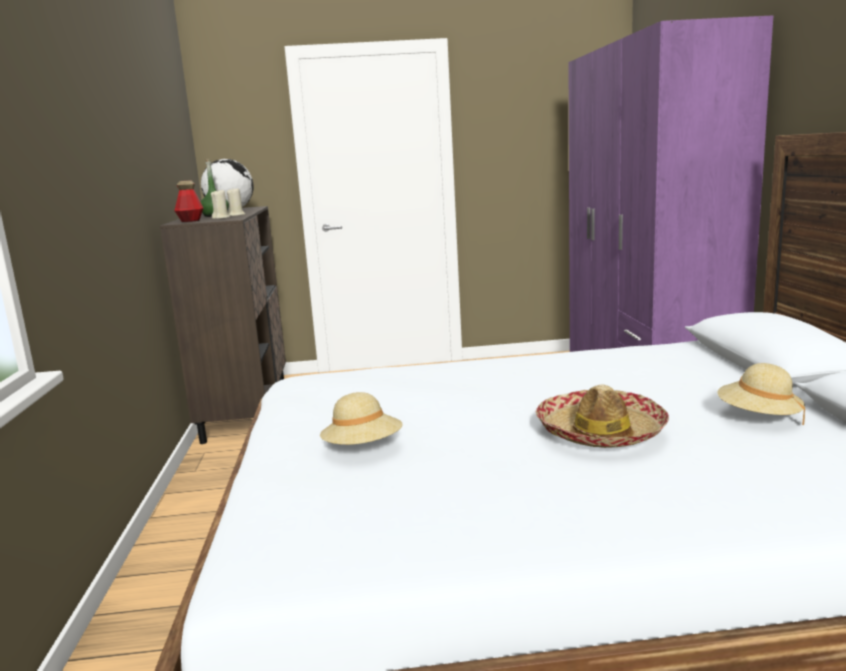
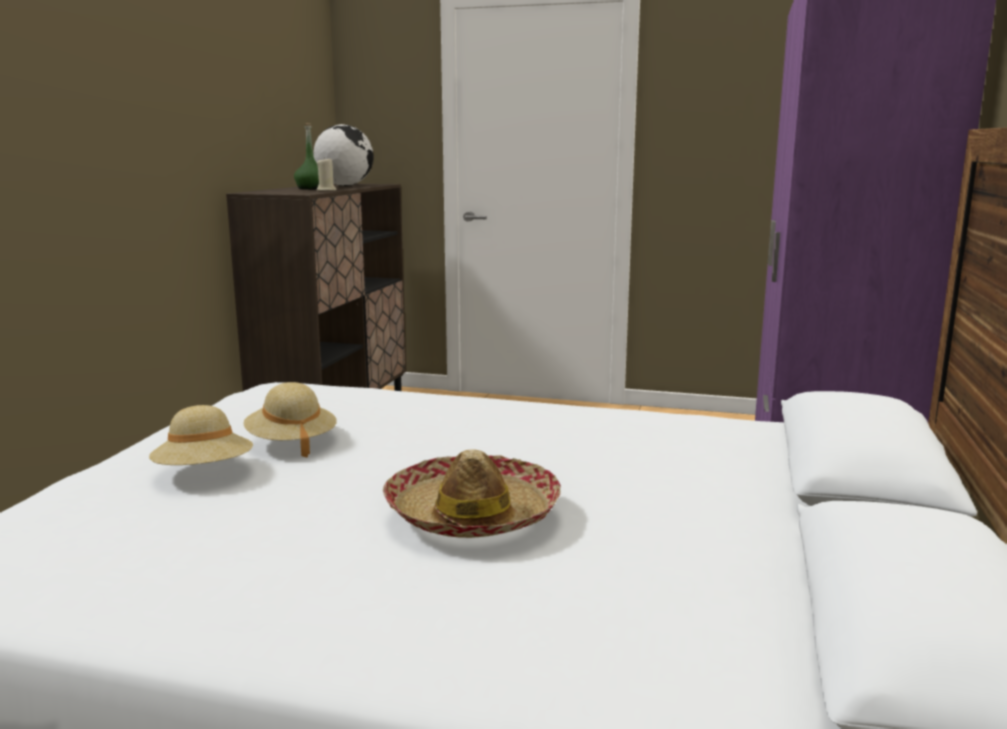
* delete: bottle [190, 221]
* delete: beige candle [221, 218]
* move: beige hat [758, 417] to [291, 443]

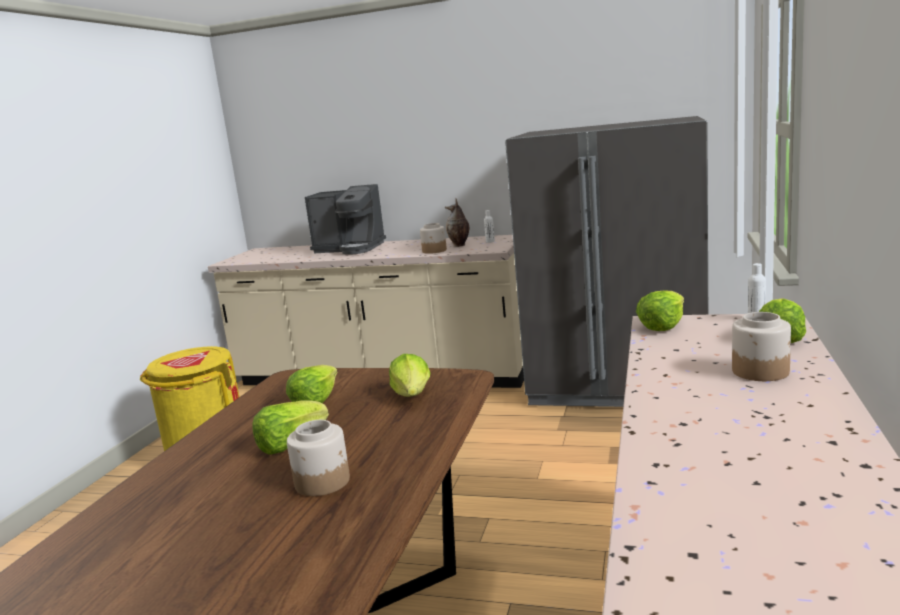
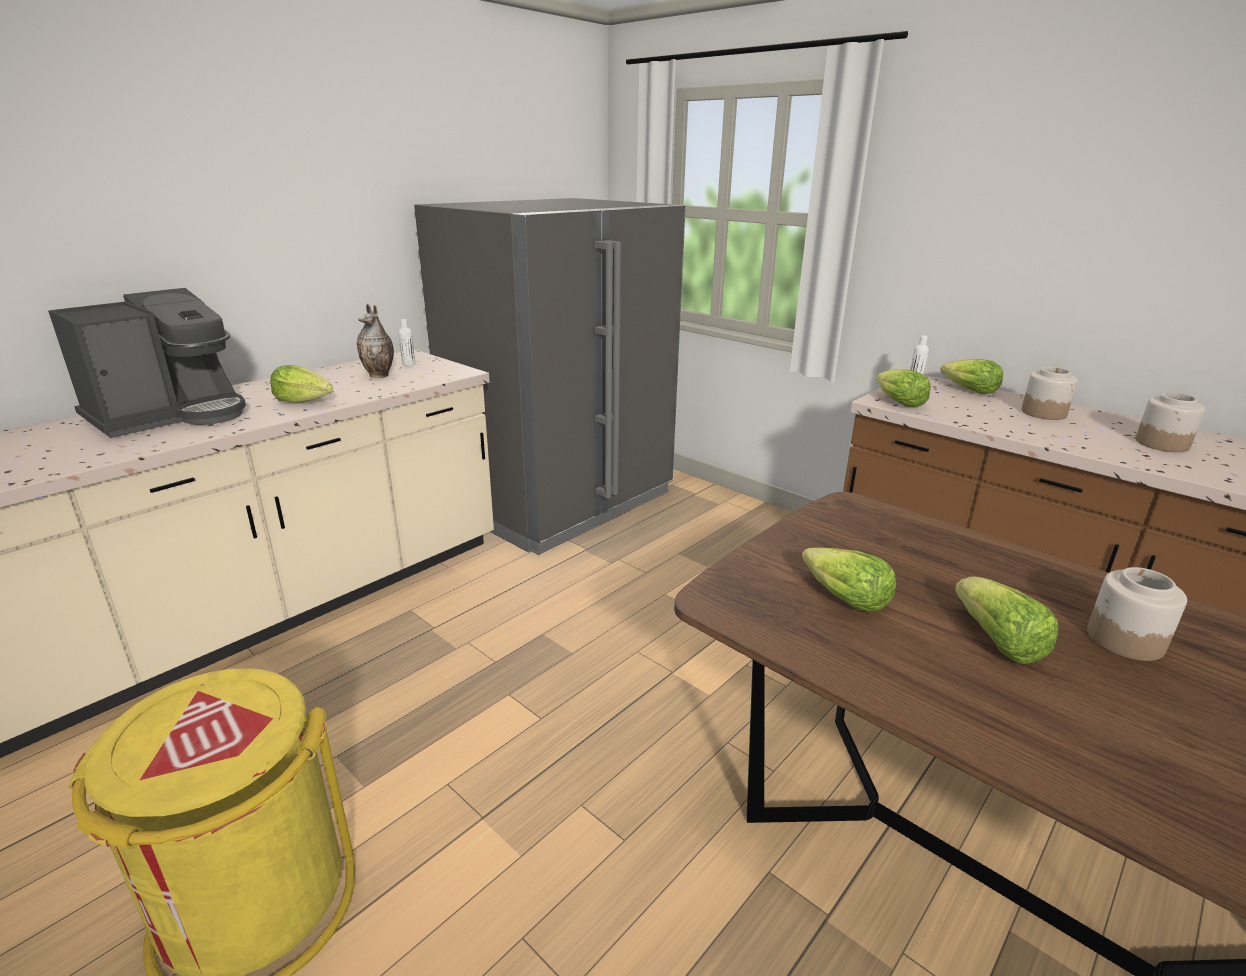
* move: jar [434, 251] to [1162, 444]
* move: lettuce [412, 395] to [304, 401]

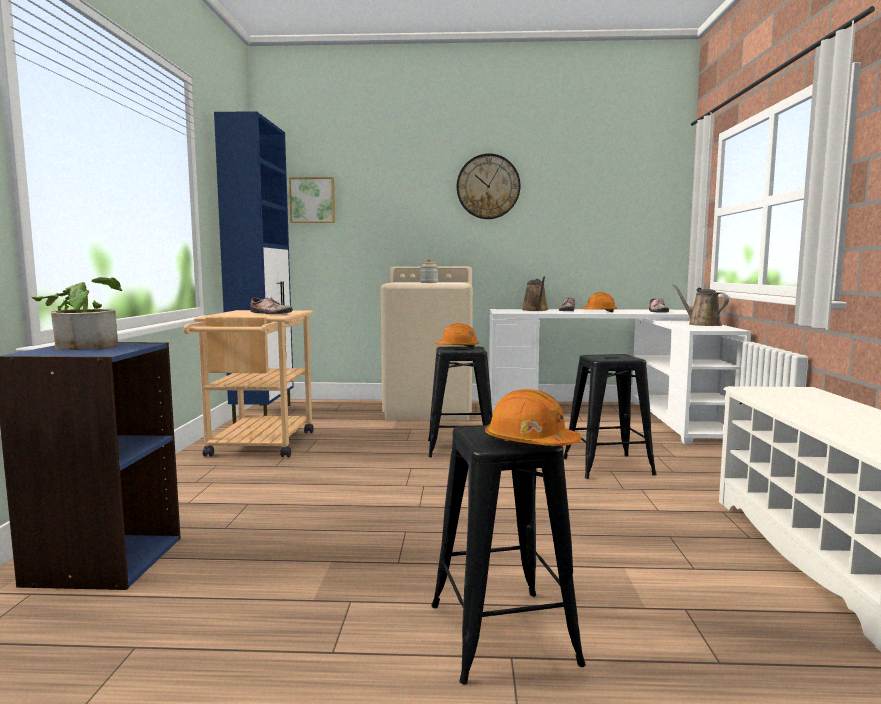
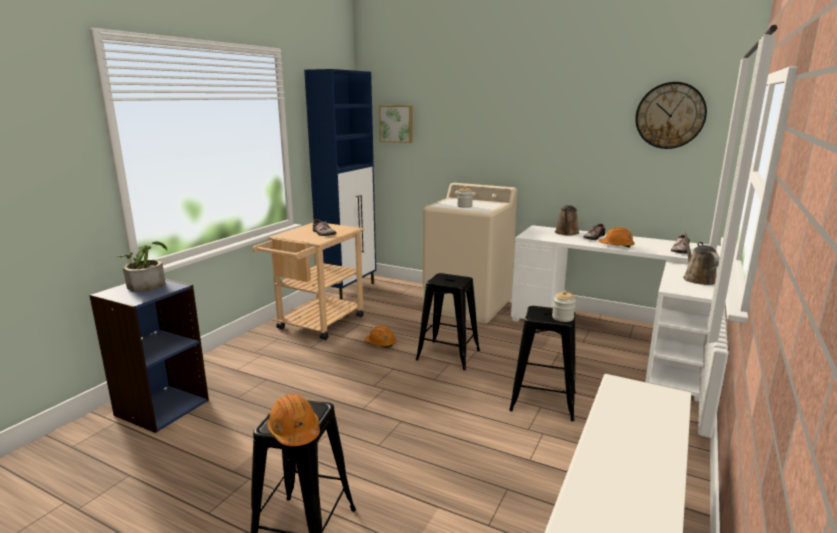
* move: wall clock [488, 186] to [670, 115]
* move: orange hard hat [457, 348] to [380, 343]
* insert: jar [562, 318]

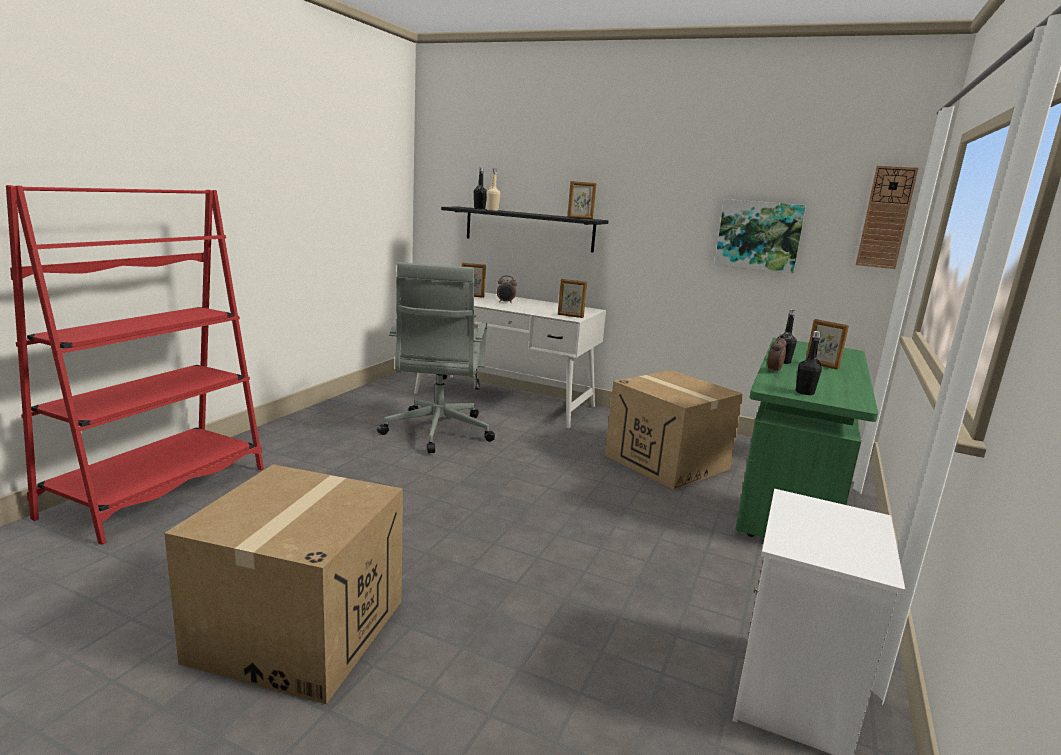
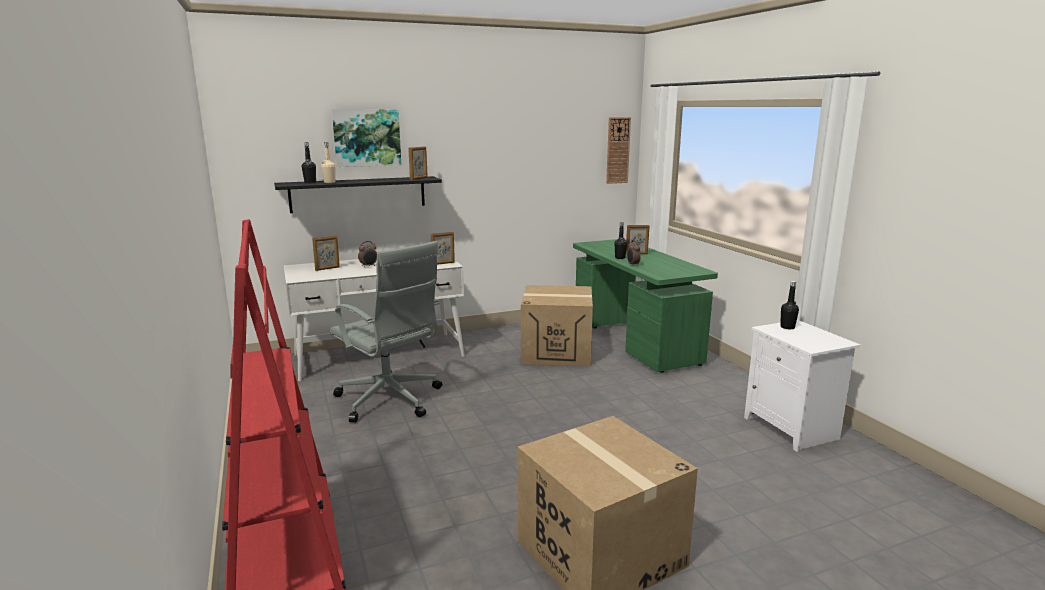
* move: picture [759, 235] to [367, 137]
* move: black bottle [804, 392] to [787, 327]

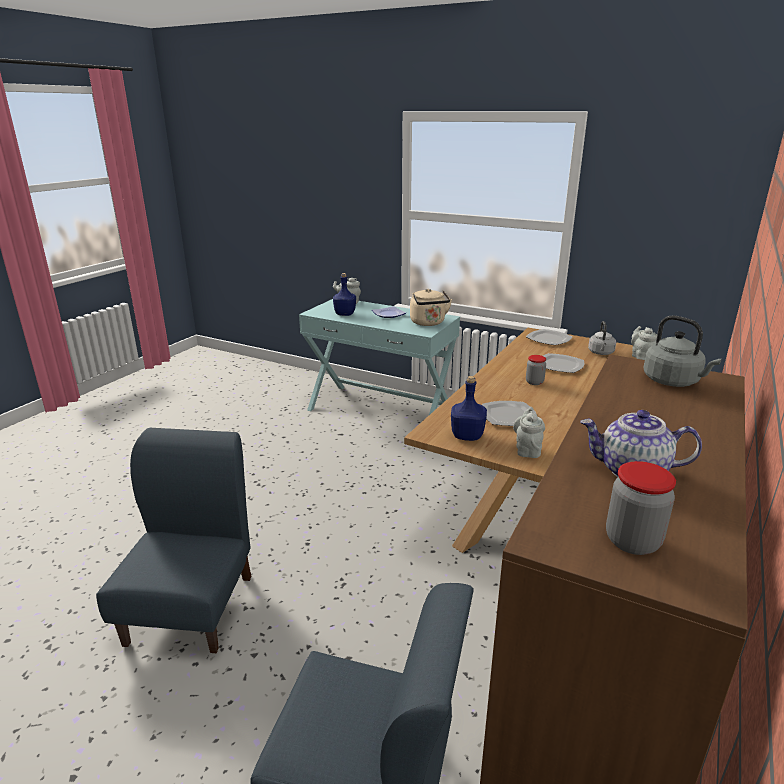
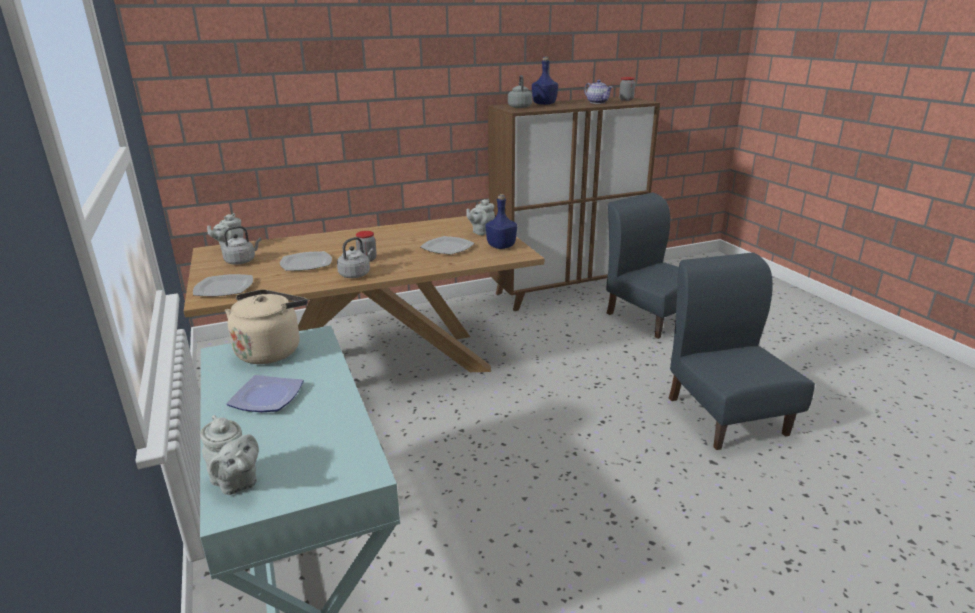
* move: blue bottle [345, 314] to [544, 104]
* rotate: blue chair [192, 608] = [726, 415] 120 degrees clockwise
* insert: grey kettle [356, 274]

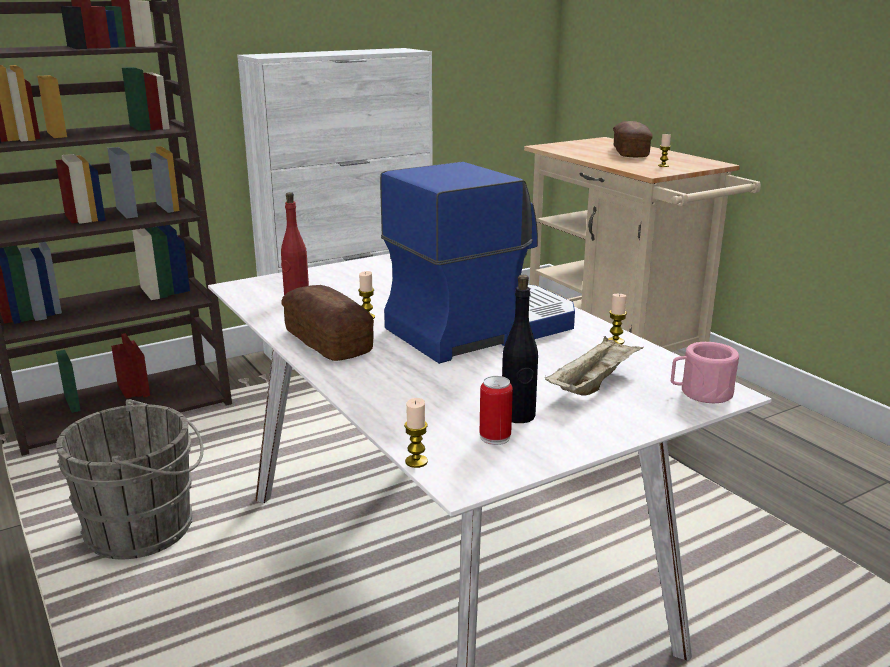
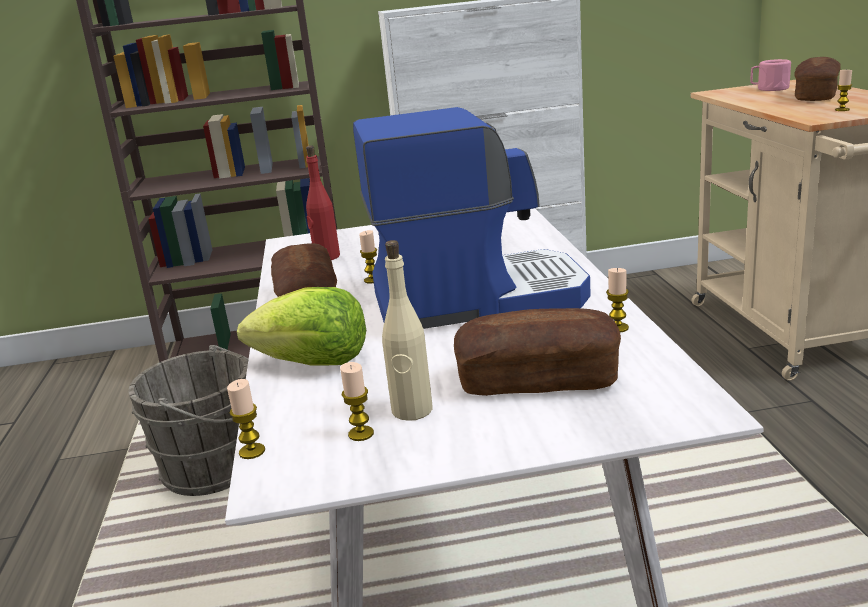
* recolor: black bottle [518, 416] to beige bottle [412, 411]
* replace: beige tray [593, 384] to bread [538, 380]
* move: pink mug [700, 393] to [769, 89]
* replace: can [495, 437] to candle [361, 434]
* insert: lettuce [313, 363]

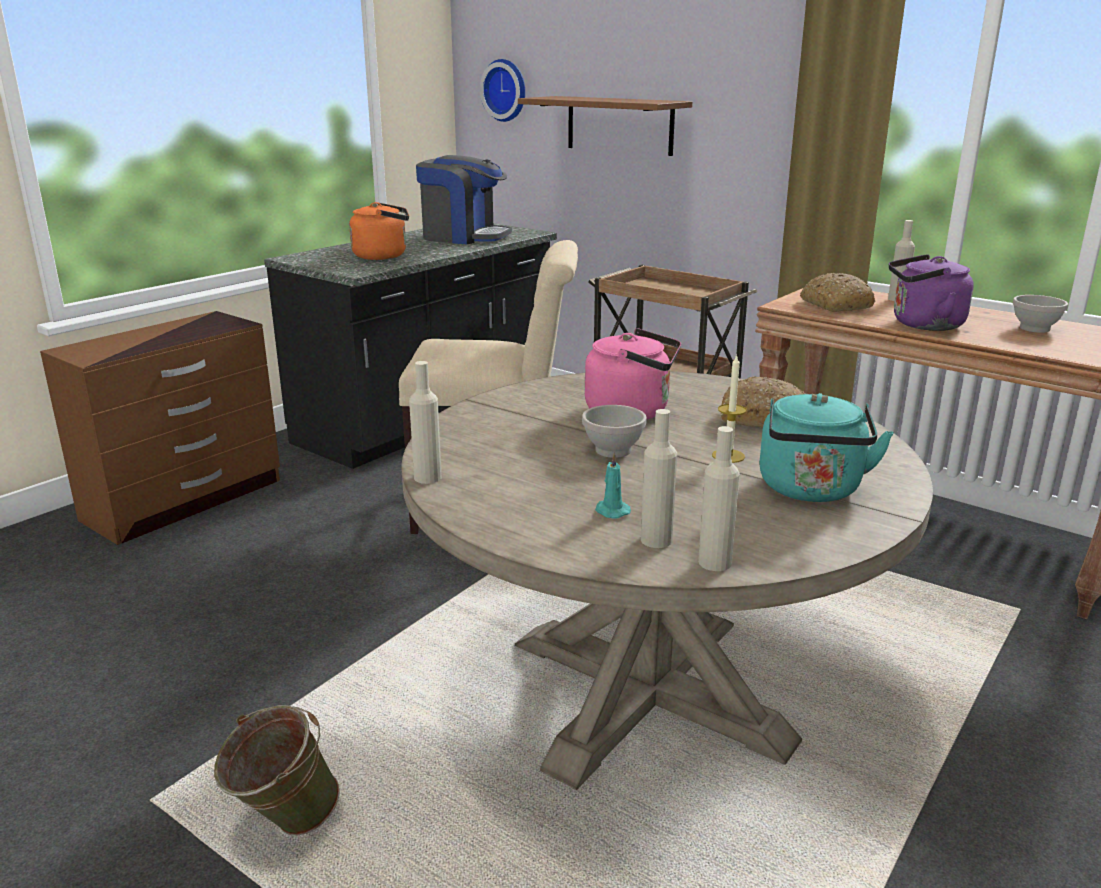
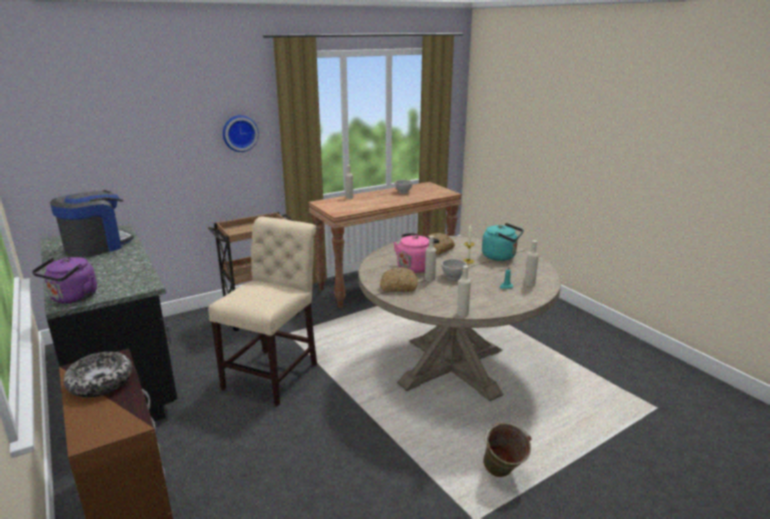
* move: wall clock [506, 90] to [239, 133]
* delete: brown shelf [619, 125]
* delete: orange kettle [383, 256]
* move: purple kettle [923, 325] to [72, 298]
* move: bread [835, 305] to [398, 286]
* move: beige bottle [715, 562] to [430, 279]
* insert: bowl [100, 382]

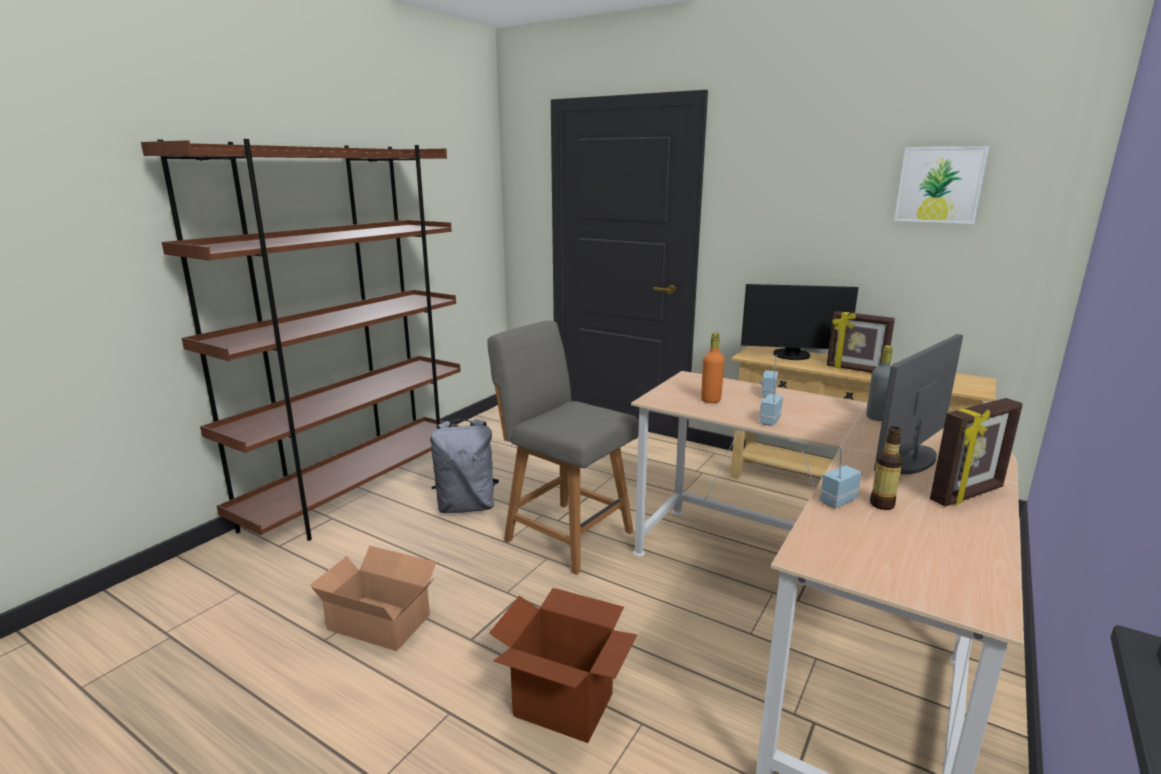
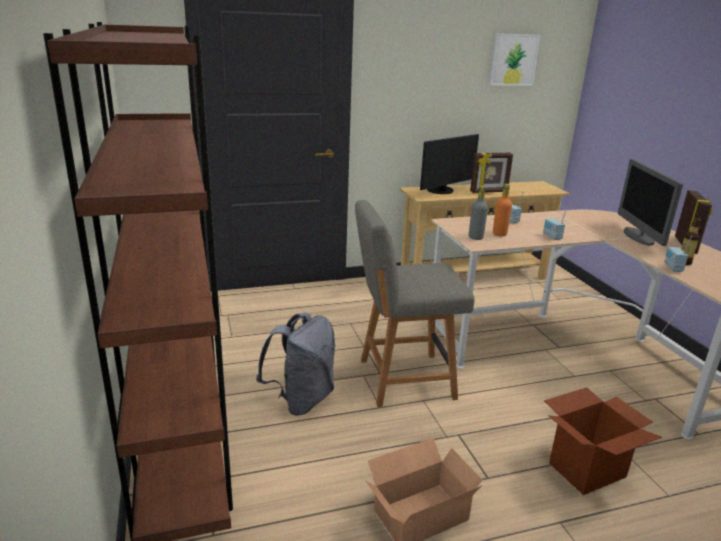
* move: grey bottle [876, 417] to [475, 237]

